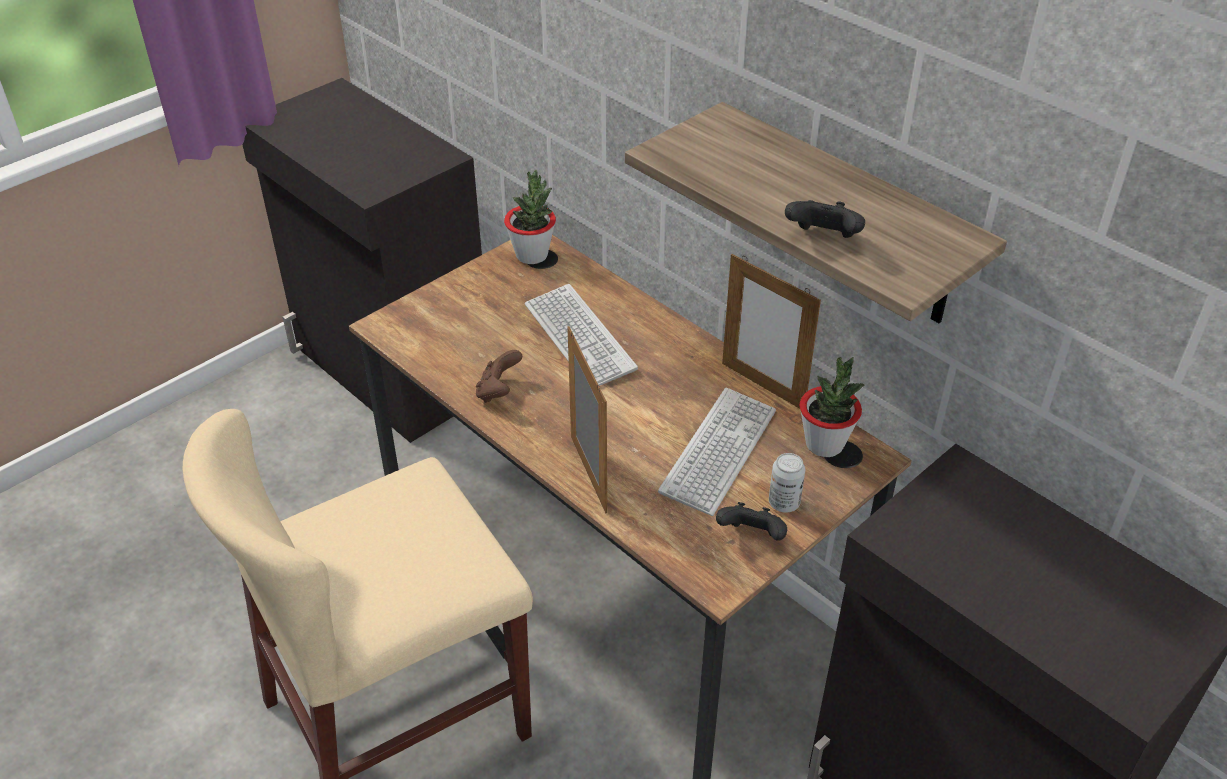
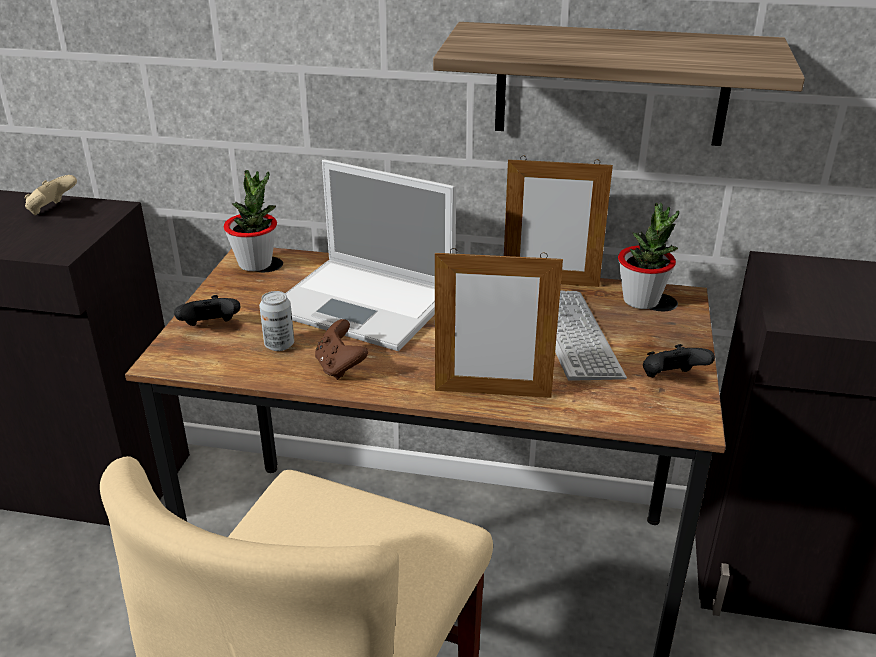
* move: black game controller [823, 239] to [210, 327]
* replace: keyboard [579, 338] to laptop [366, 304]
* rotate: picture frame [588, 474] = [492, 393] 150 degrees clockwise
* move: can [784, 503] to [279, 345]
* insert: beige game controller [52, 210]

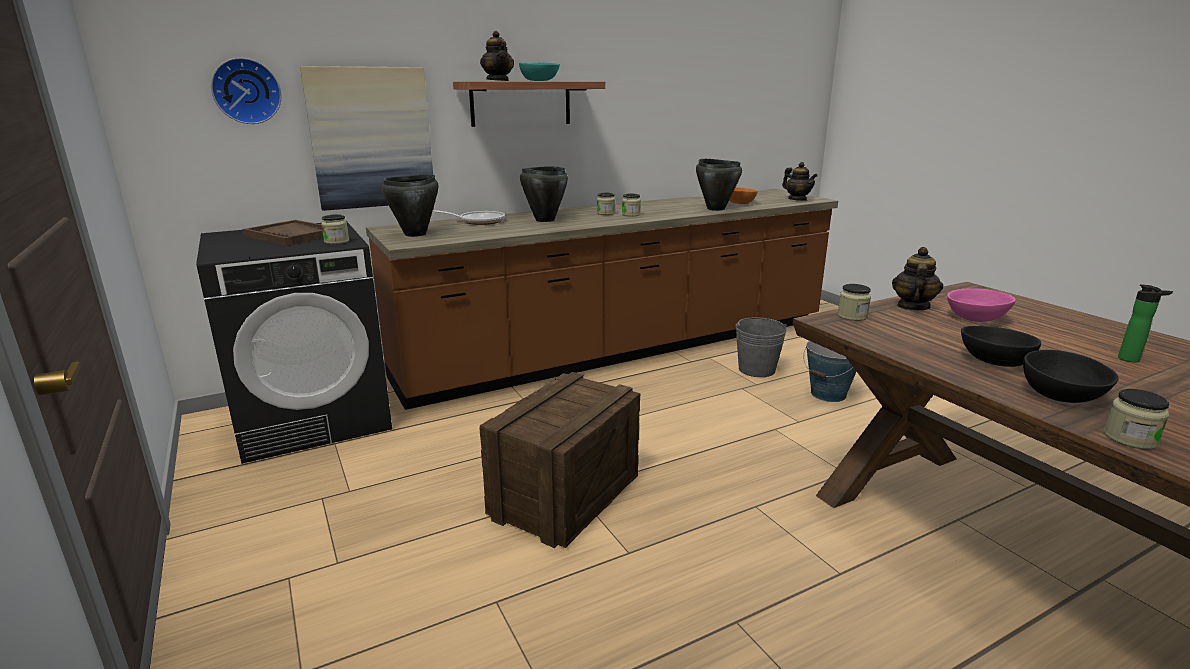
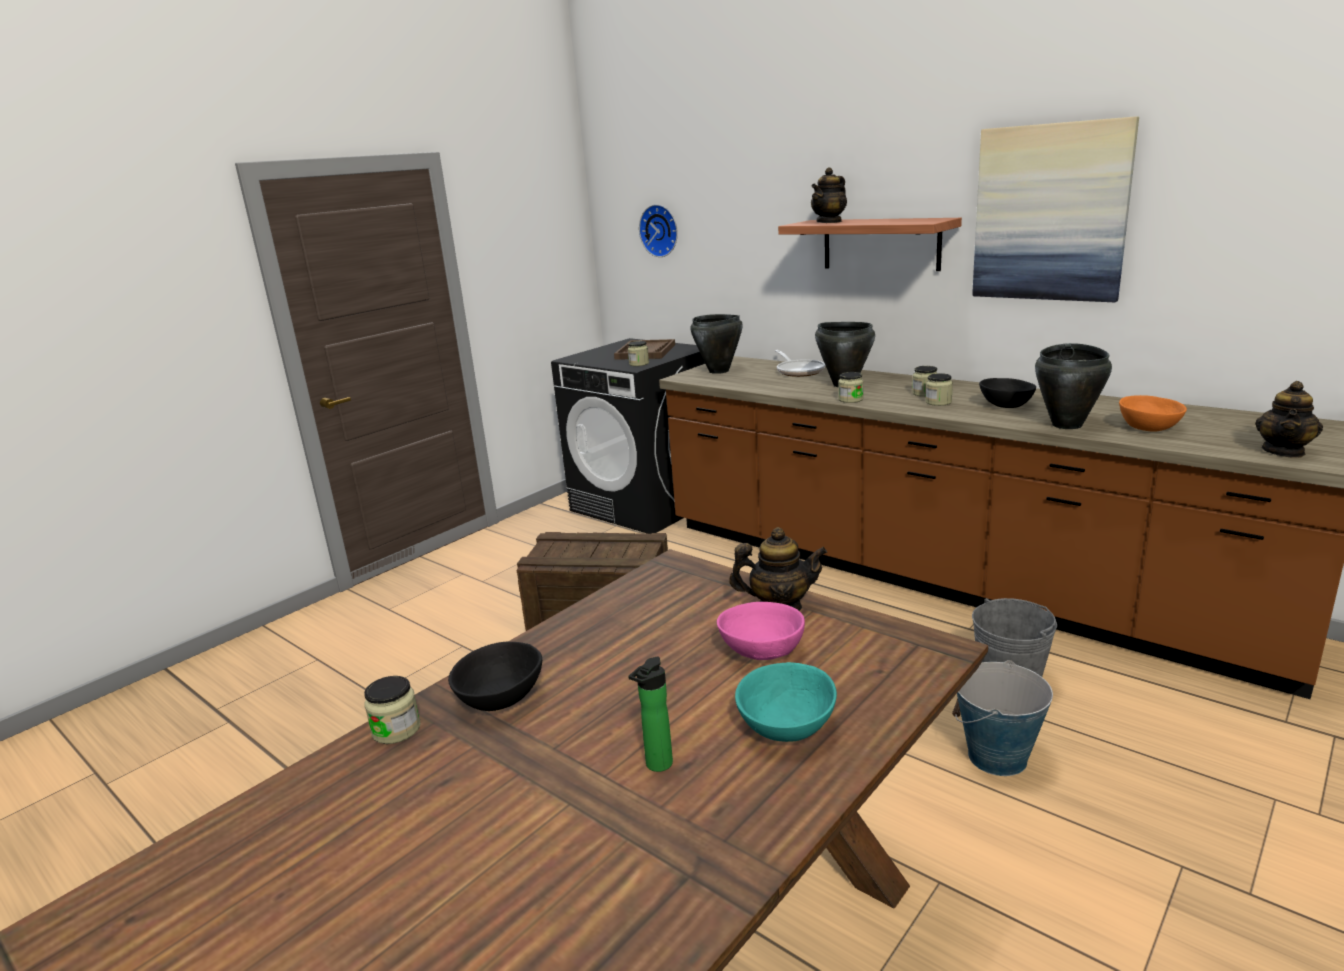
* move: turquoise bowl [539, 81] to [786, 725]
* move: picture [371, 138] to [1050, 213]
* move: jar [852, 316] to [850, 399]
* move: black bowl [995, 362] to [1005, 405]

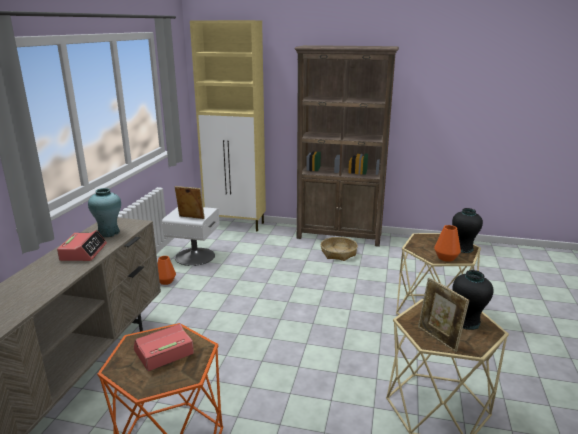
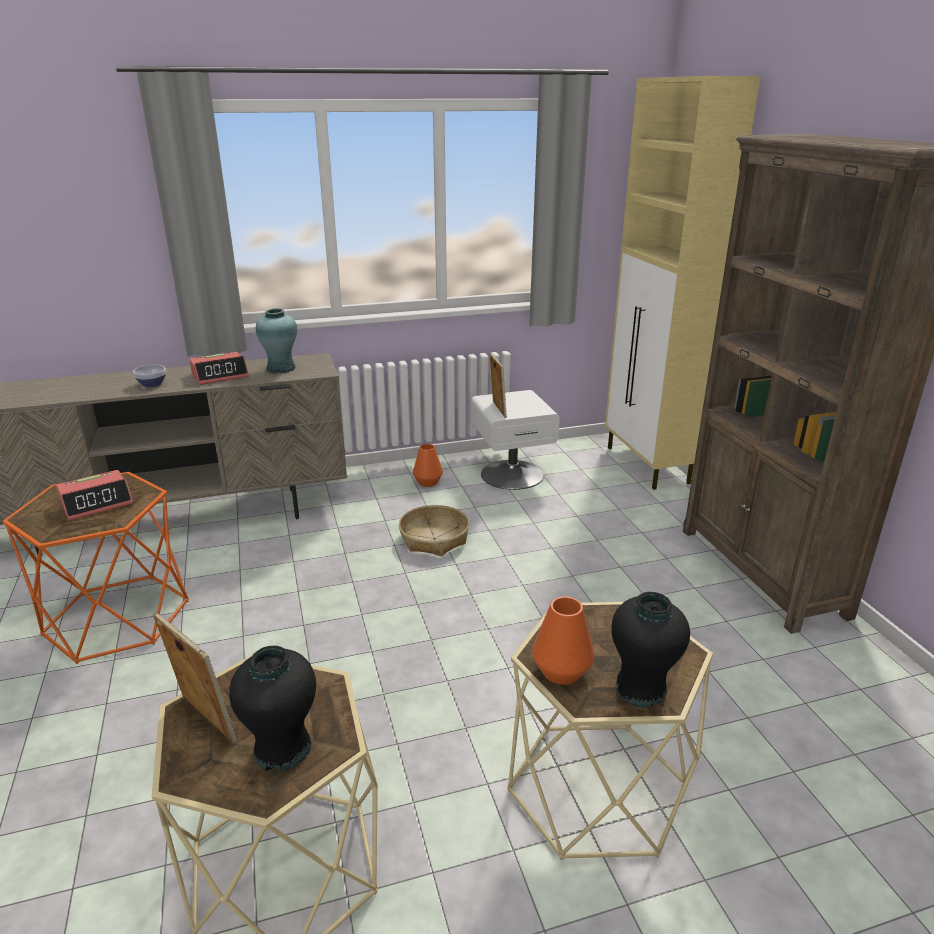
* move: basket [338, 253] to [434, 539]
* rotate: picture frame [438, 338] = [204, 720] 105 degrees clockwise
* rotate: alarm clock [163, 352] = [97, 503] 120 degrees clockwise
* insert: bowl [152, 384]

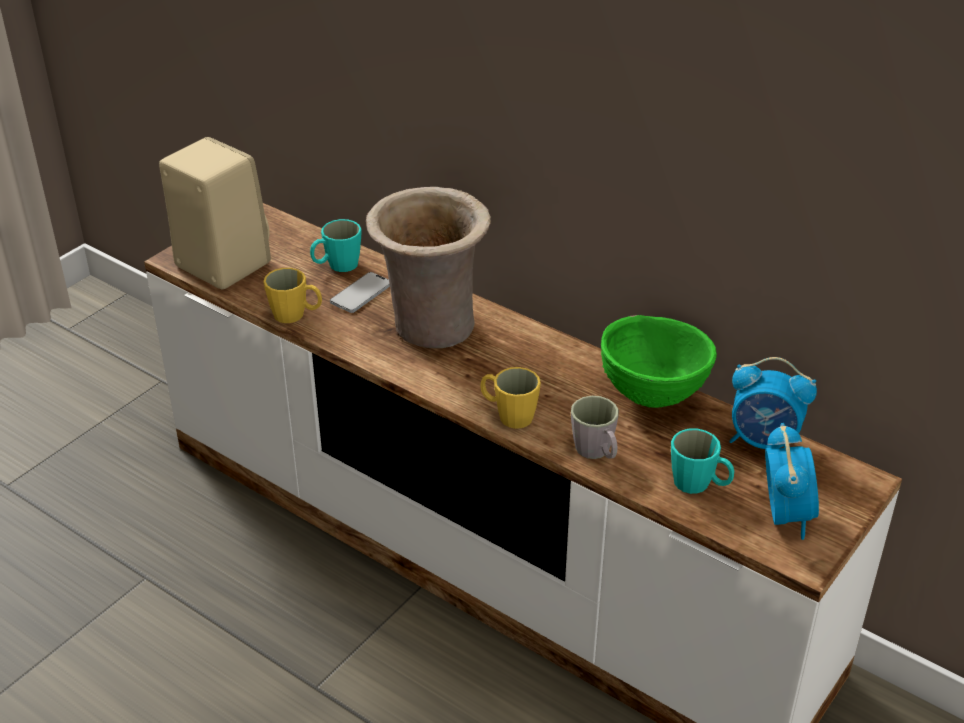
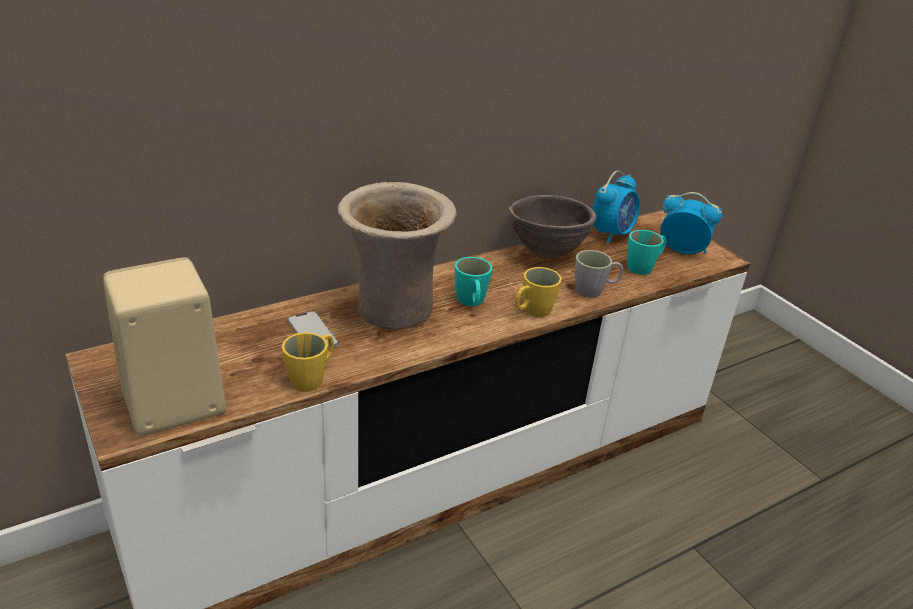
* move: turquoise mug [337, 266] to [471, 303]
* recolor: green bowl [652, 397] to brown bowl [546, 253]

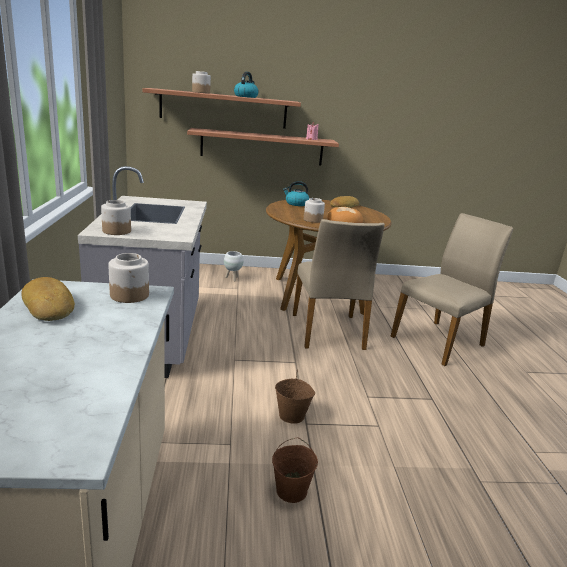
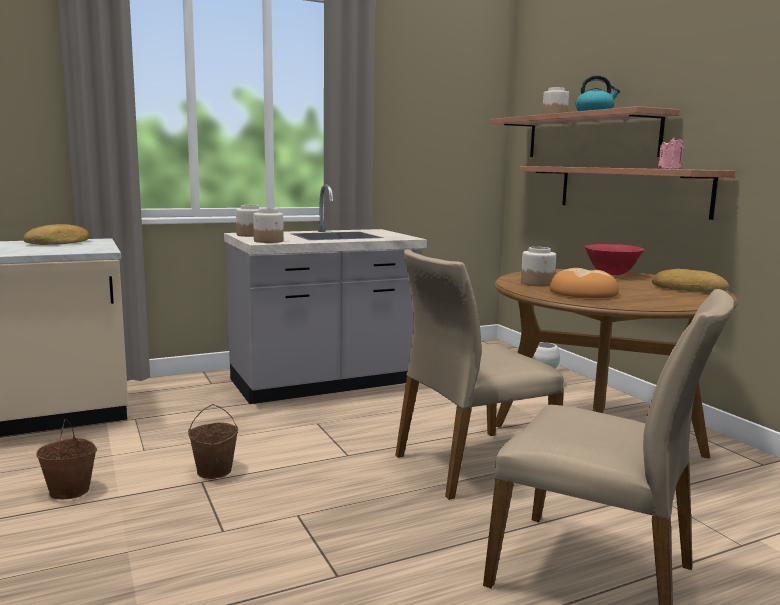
* replace: kettle [296, 204] to red bowl [611, 274]
* move: jar [130, 295] to [269, 241]

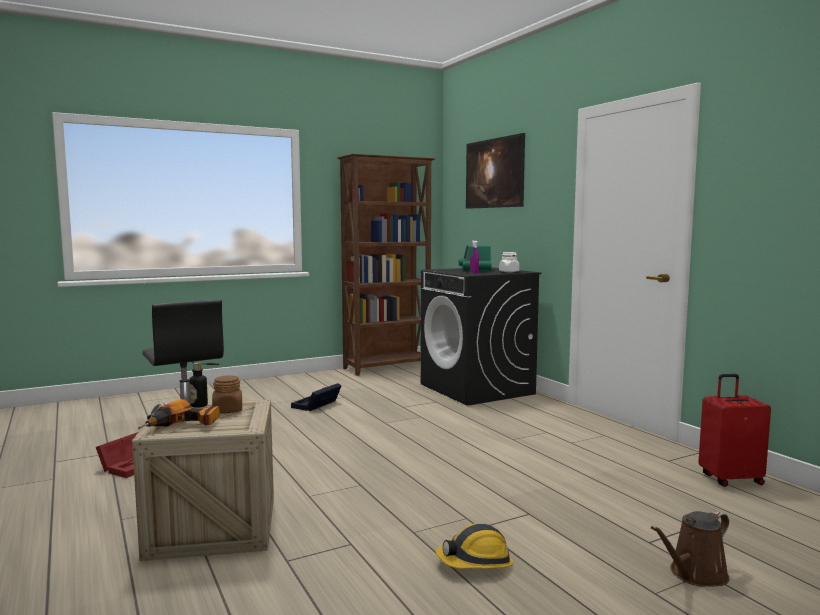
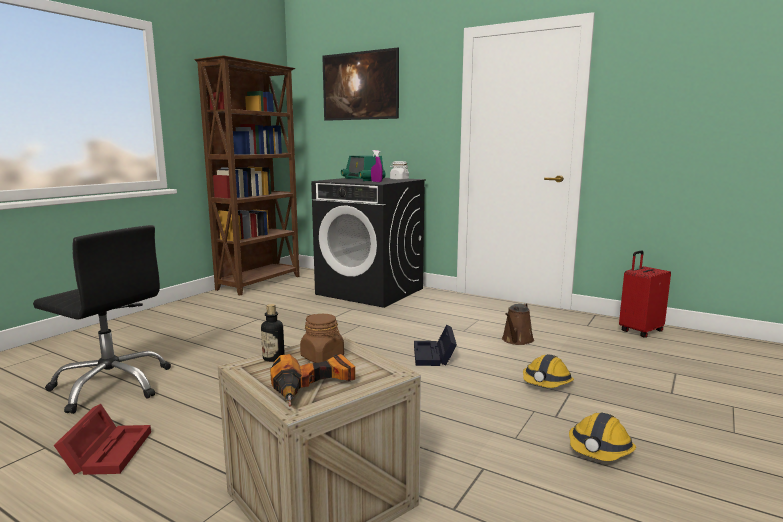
* move: black storage box [316, 405] to [434, 356]
* move: brown watering can [695, 575] to [516, 340]
* insert: hard hat [546, 383]

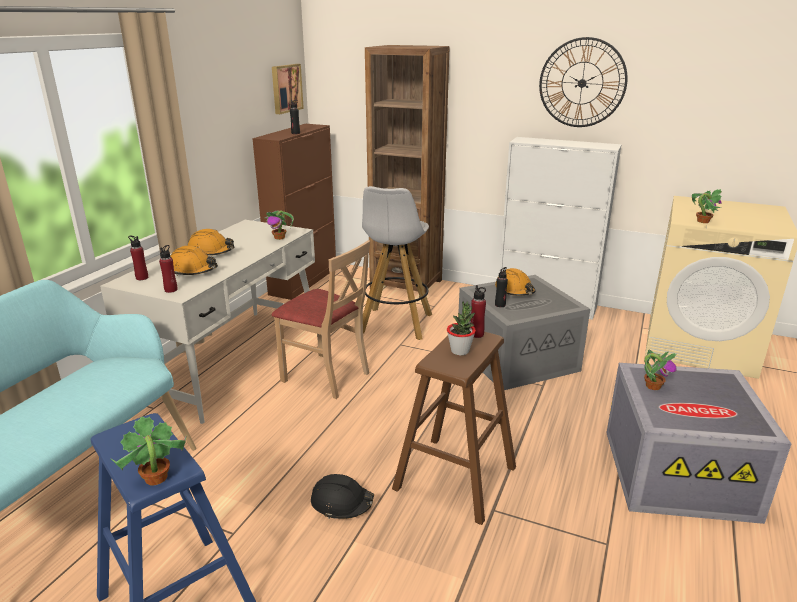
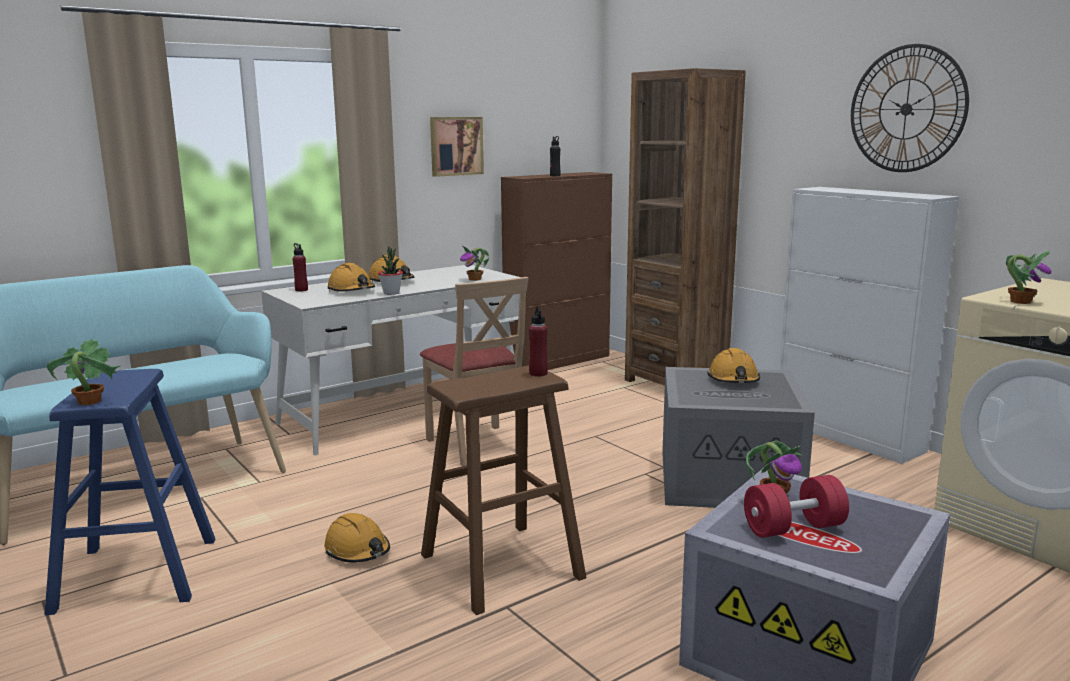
* move: picture [285, 88] to [455, 146]
* delete: white stool [395, 324]
* delete: red bottle [171, 290]
* delete: black bottle [500, 305]
* move: potted plant [460, 351] to [391, 293]
* recolor: black hard hat [341, 503] to orange hard hat [357, 551]
* insert: red dumbbell [794, 528]

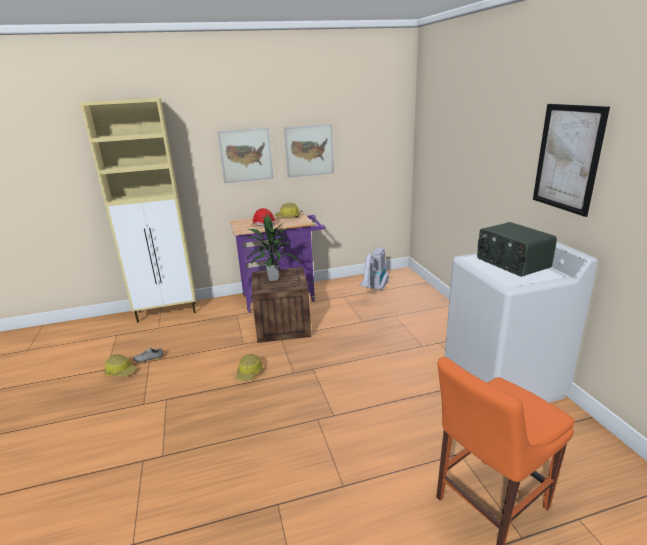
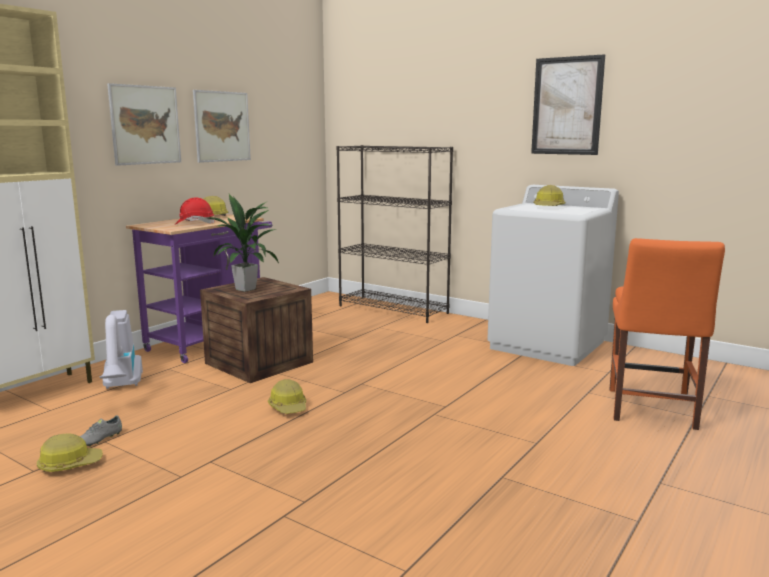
* replace: radio [511, 263] to hard hat [548, 207]
* move: vacuum cleaner [374, 289] to [122, 387]
* insert: black bookcase [393, 309]

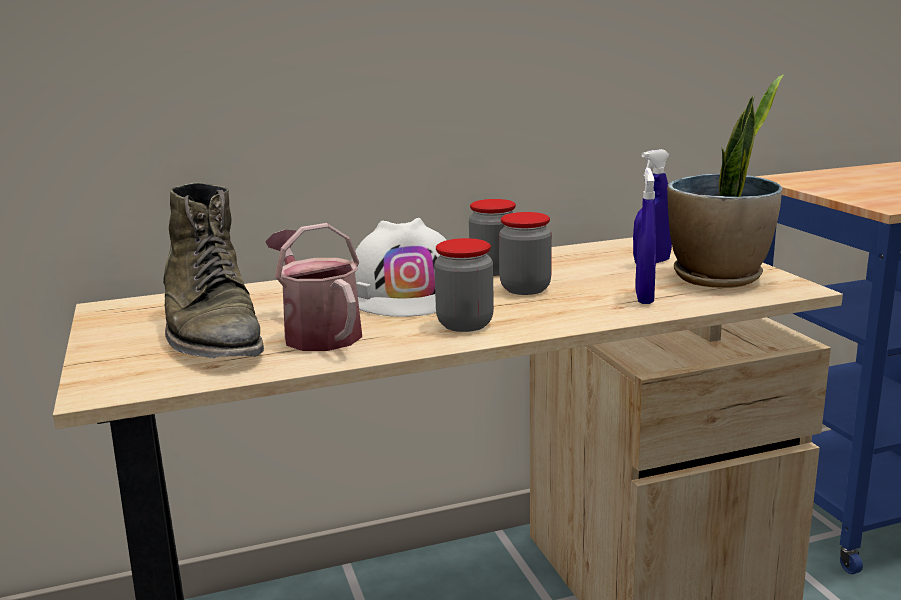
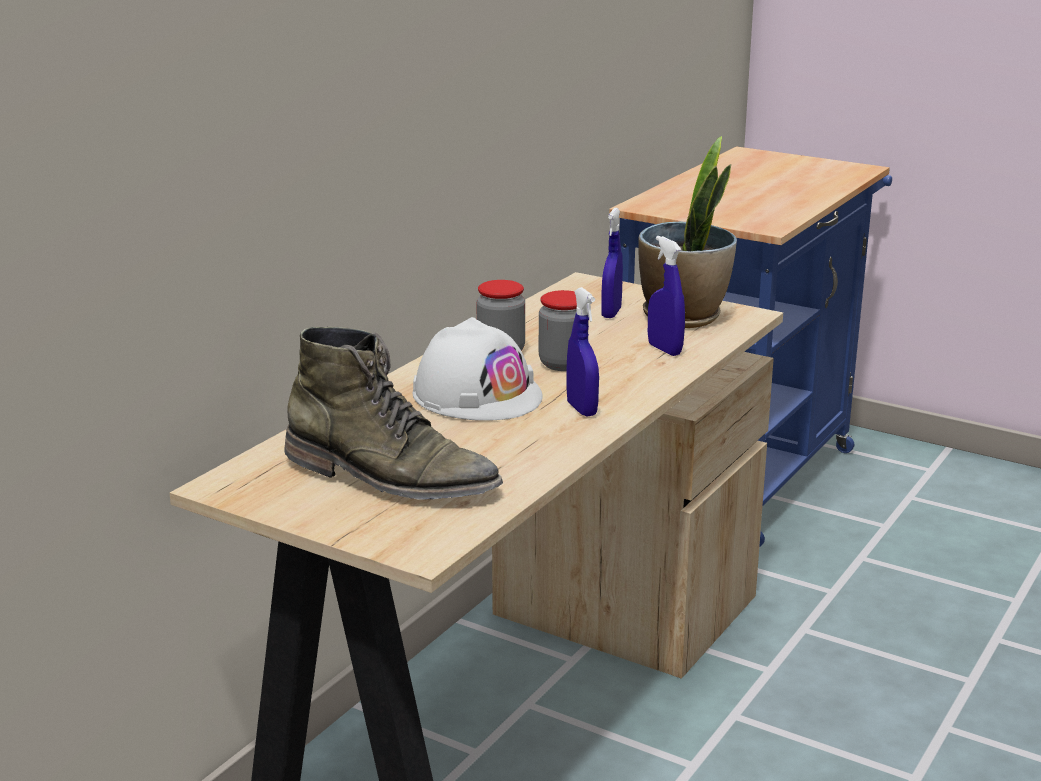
* delete: watering can [317, 333]
* replace: jar [465, 324] to blue spray bottle [582, 409]

